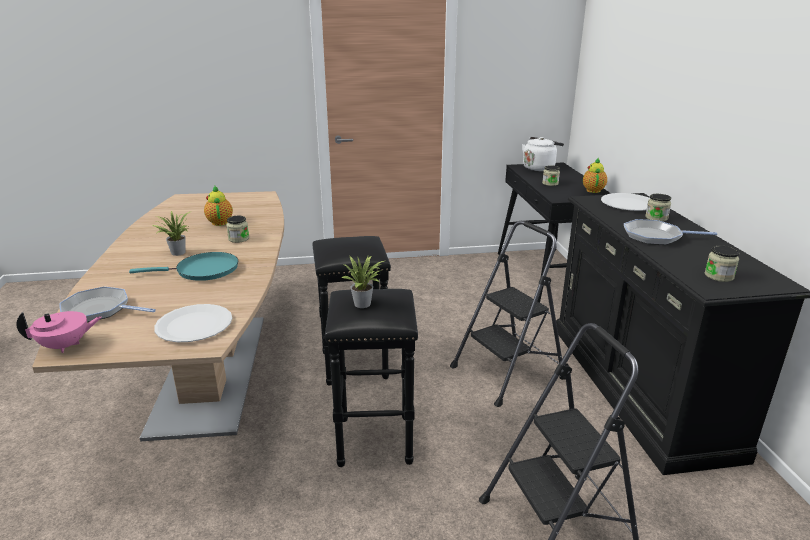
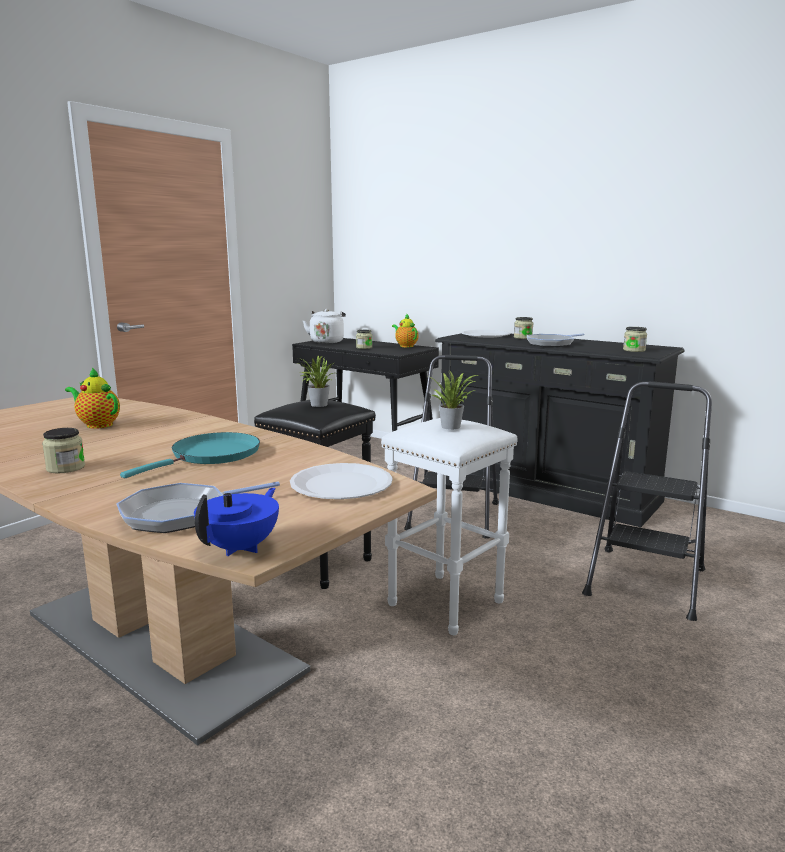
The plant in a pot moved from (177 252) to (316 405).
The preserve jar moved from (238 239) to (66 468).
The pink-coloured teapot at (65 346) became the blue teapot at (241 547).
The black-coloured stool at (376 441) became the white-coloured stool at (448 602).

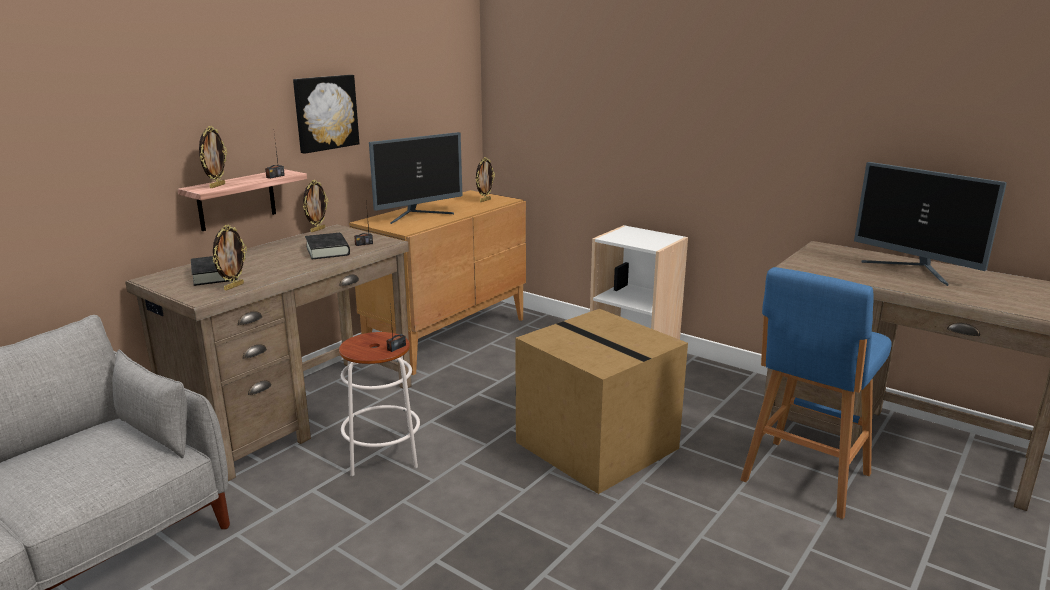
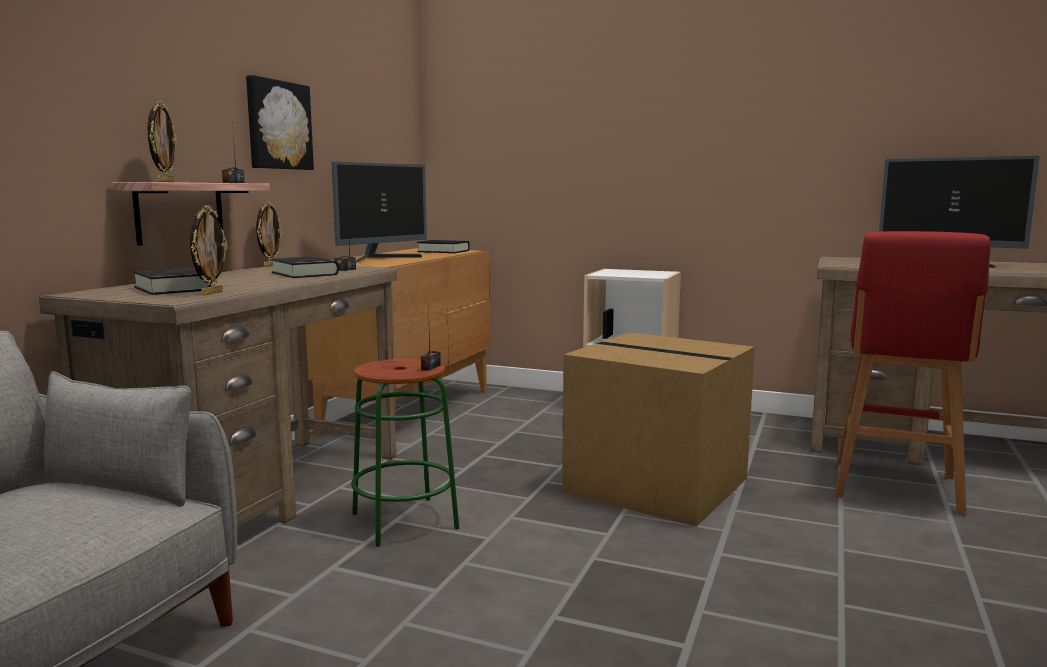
The standing frame at (485 200) was replaced by the black-coloured volume at (443 251).
The white-coloured stool at (383 454) became the green stool at (404 521).
The blue stool at (804 479) became the red-coloured stool at (895 489).

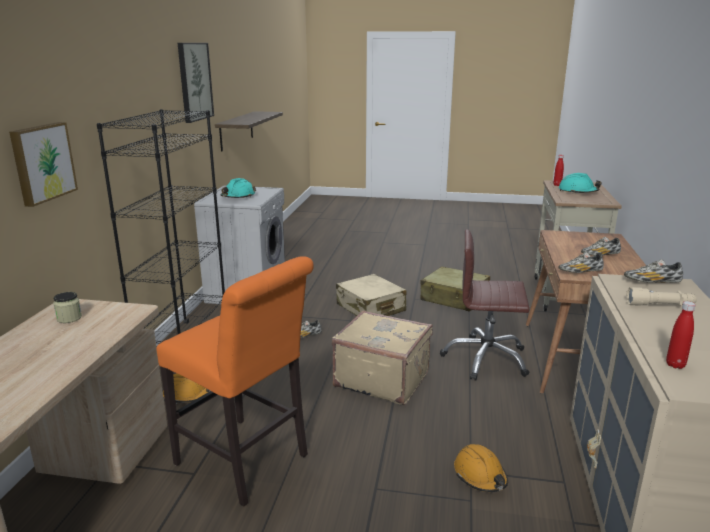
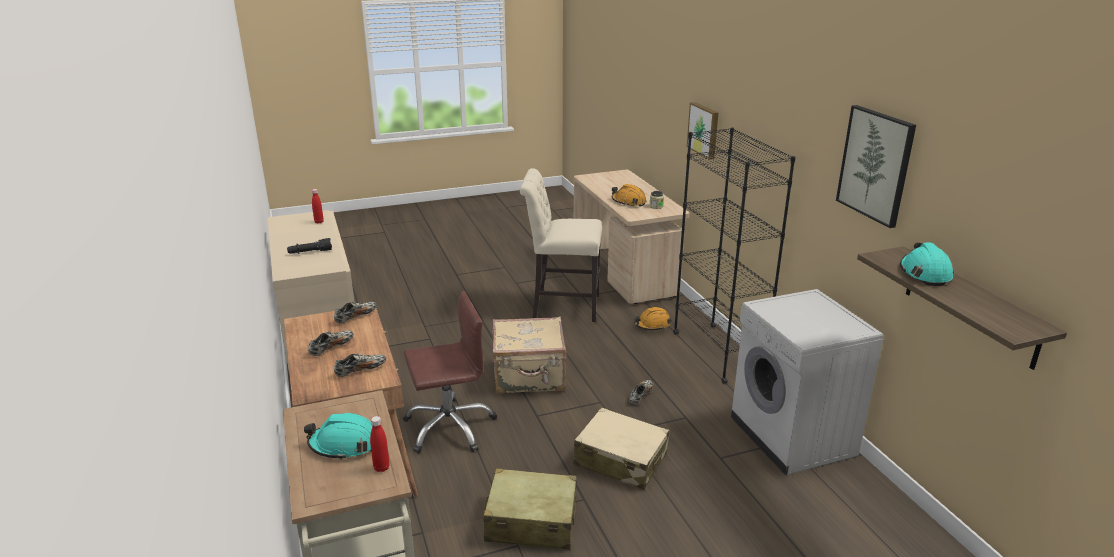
The blue-green work helmet moved from (238 197) to (924 273).
The orange work helmet moved from (480 476) to (628 202).
The item of footwear moved from (652 282) to (360 370).
The orange stool at (246 463) became the beige-coloured stool at (561 306).
The beige-coloured torch at (660 305) became the black-coloured torch at (310 252).

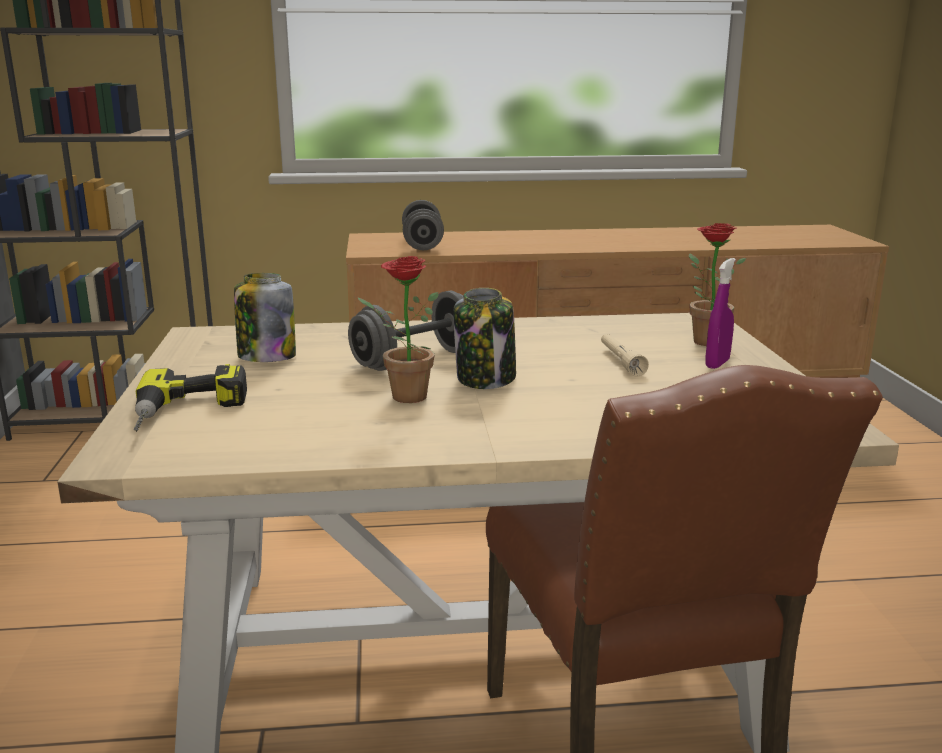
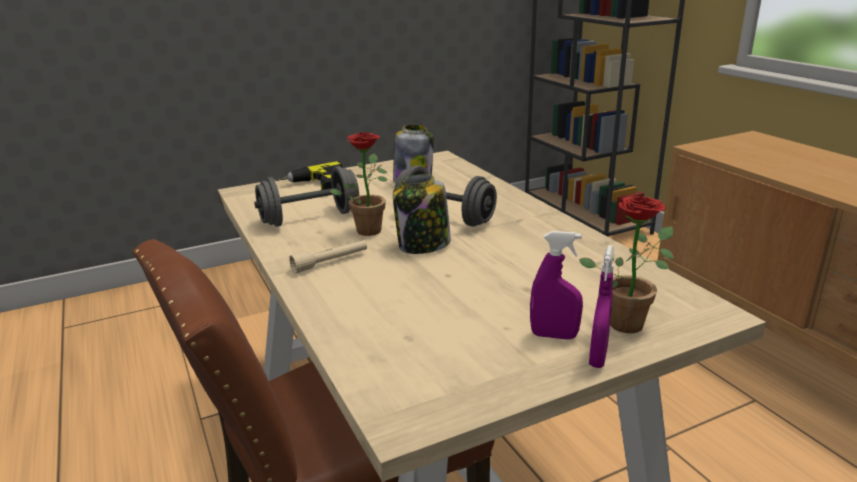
The purplish sprayer at (598 357) appeared.
The gray hand weight moved from (422 244) to (310 218).
The beige-coloured torch moved from (620 362) to (330 262).

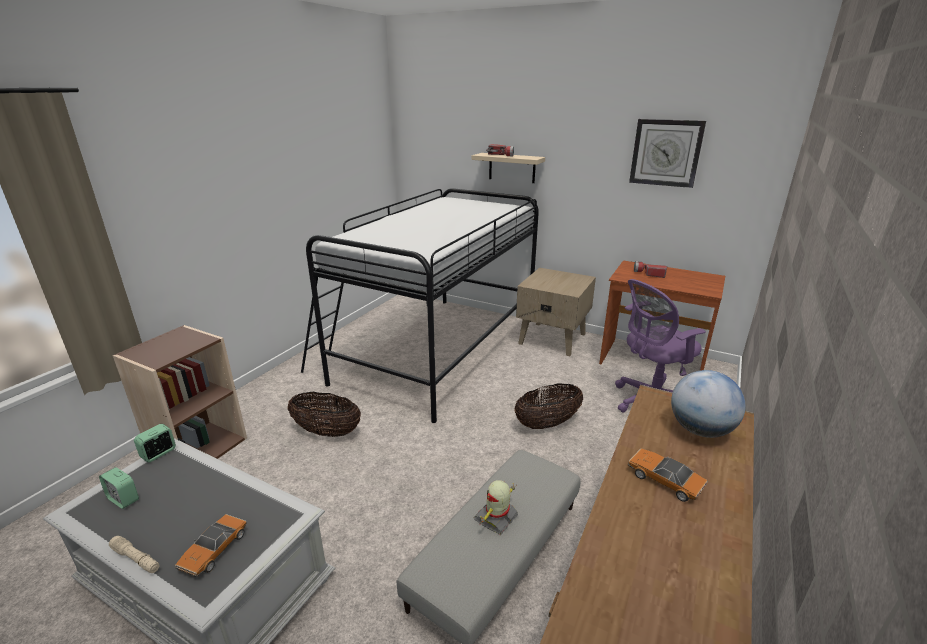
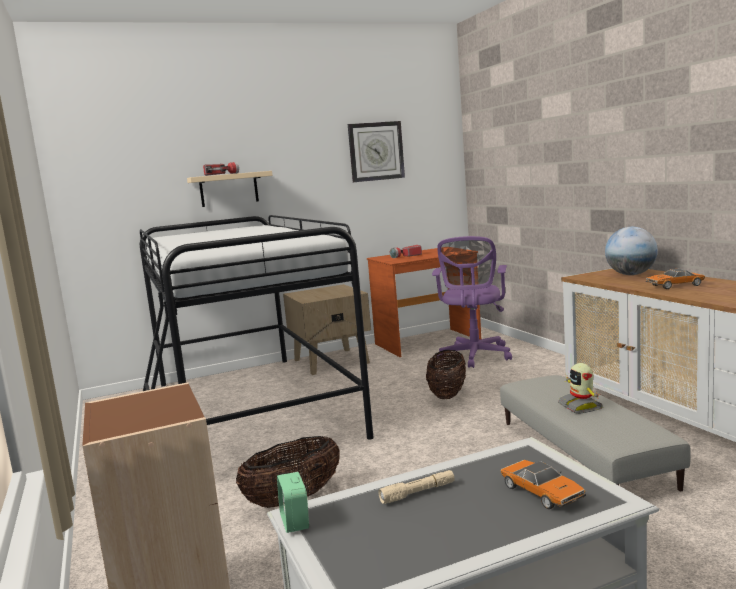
The table clock at (123 499) disappeared.
The beige-coloured torch moved from (136 559) to (418 493).

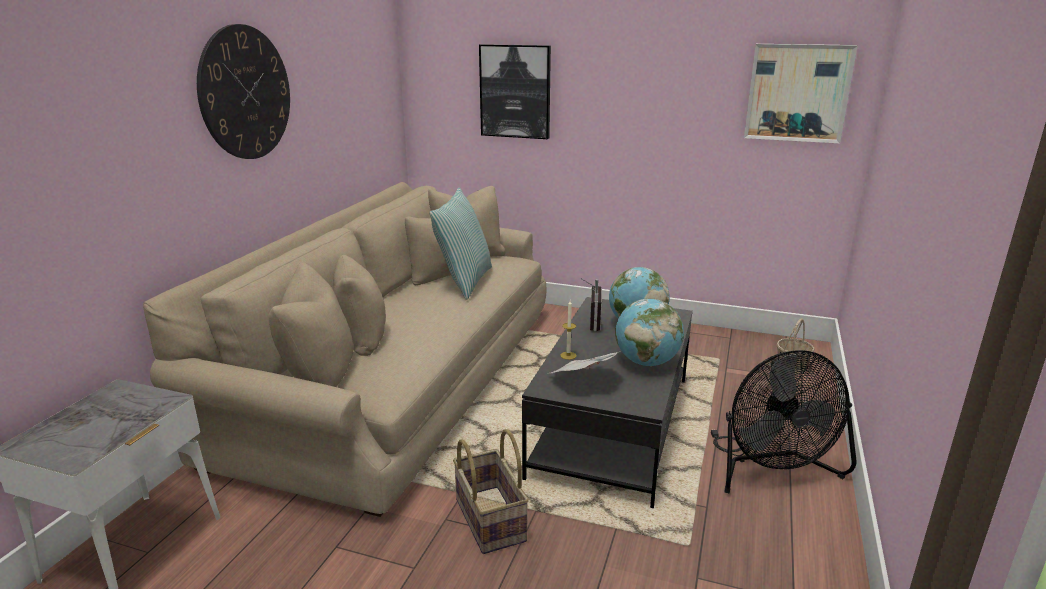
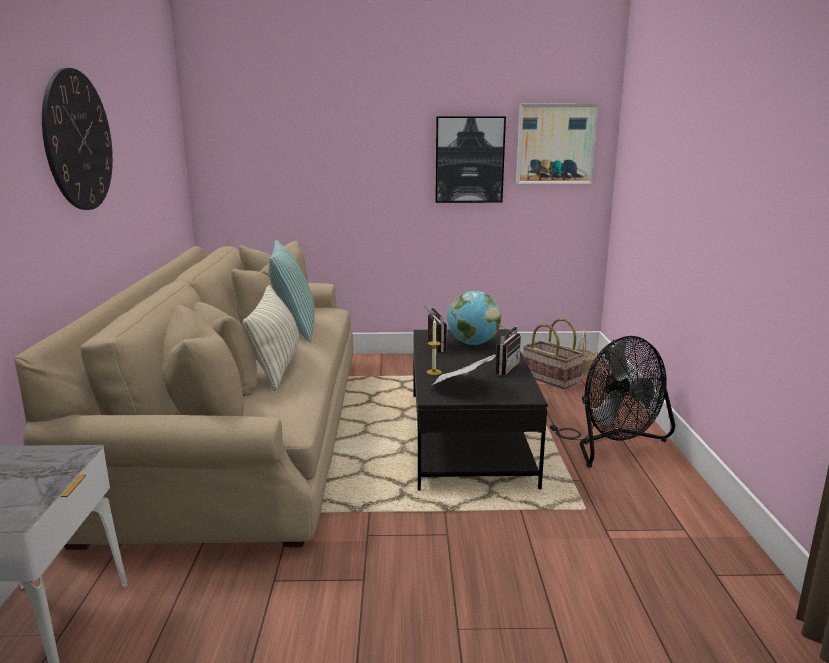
The pillow at (276 366) appeared.
The household basket moved from (488 520) to (550 379).
The wall art moved from (515 91) to (469 160).
The world globe at (646 362) was replaced by the radio receiver at (503 368).

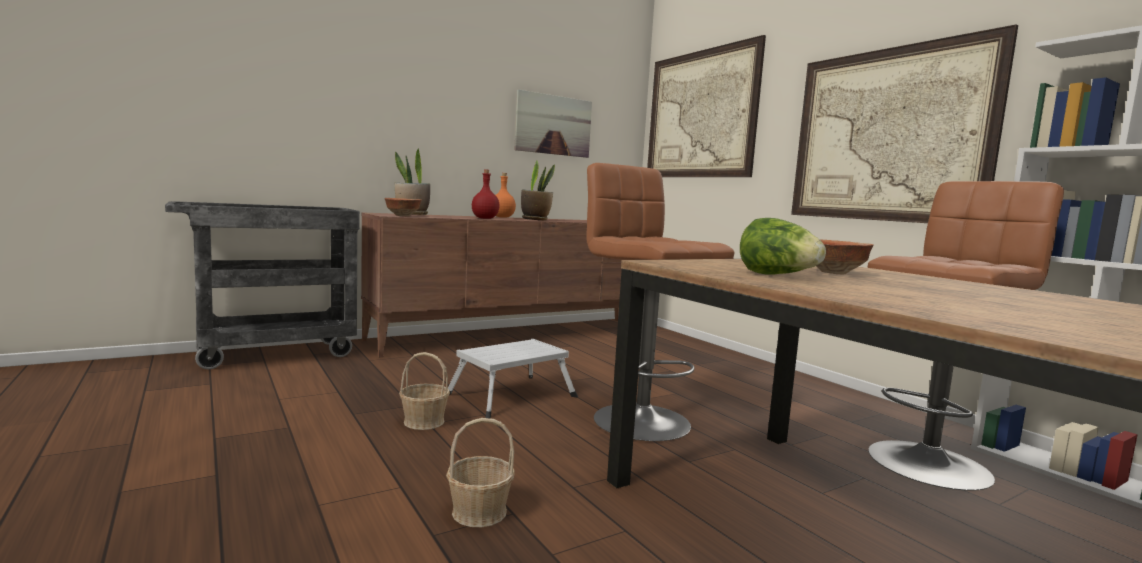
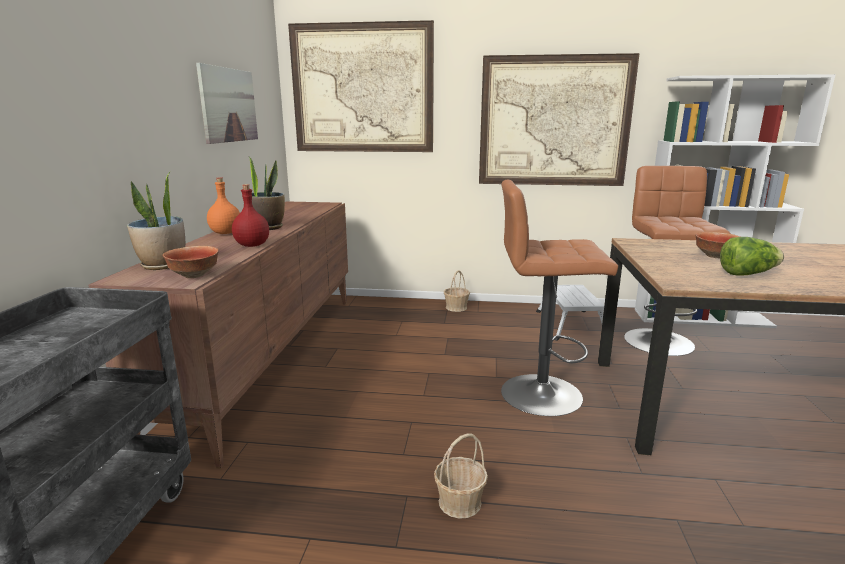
The household basket moved from (479 512) to (456 307).
The white-coloured step ladder moved from (512 395) to (571 324).

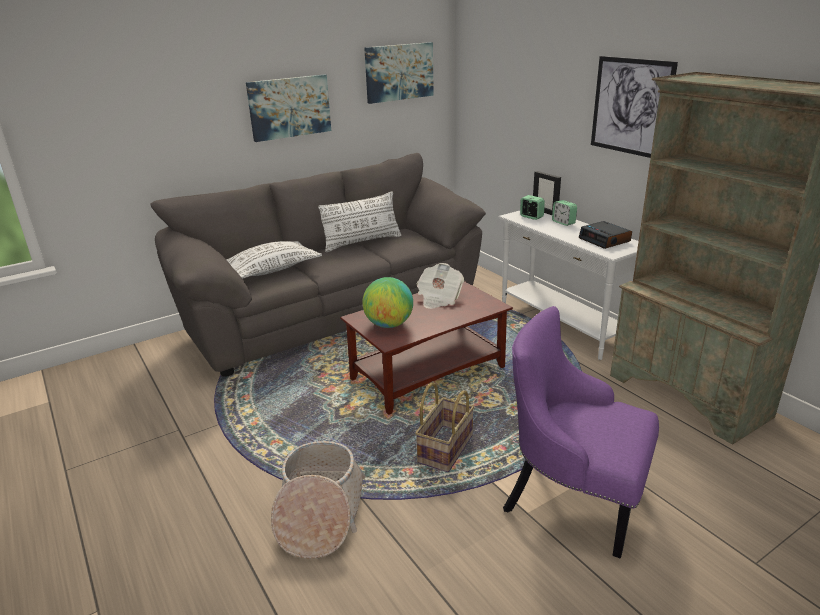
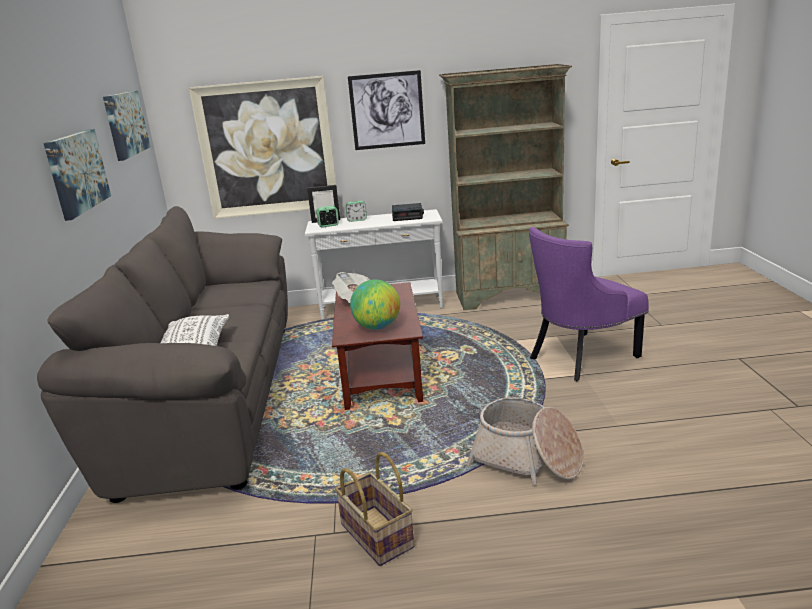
The white-coloured pillow at (362 242) disappeared.
The wall art at (267 148) appeared.
The household basket moved from (444 448) to (375 536).

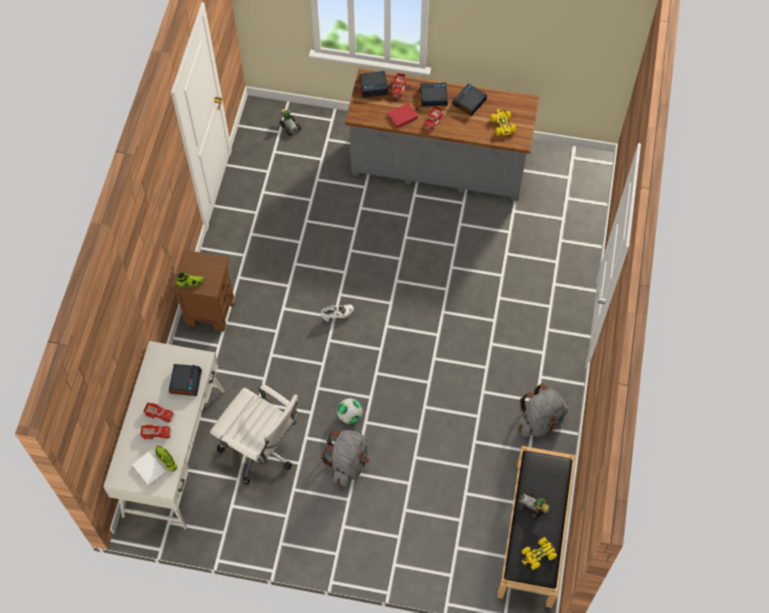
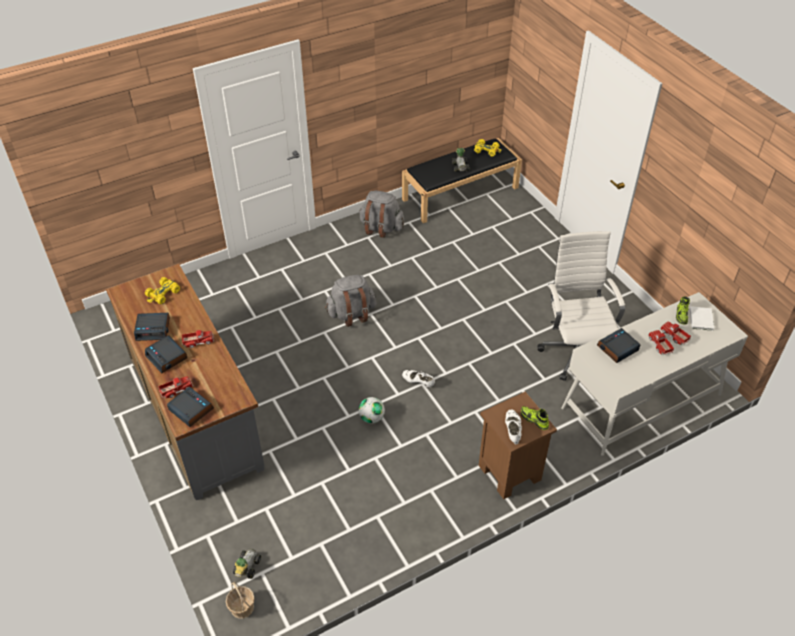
The red-coloured volume at (401 116) disappeared.
The household basket at (242 608) appeared.
The white-coloured item of footwear at (512 431) appeared.
The gray knapsack moved from (348 463) to (351 314).
The ball for football moved from (350 416) to (371 418).

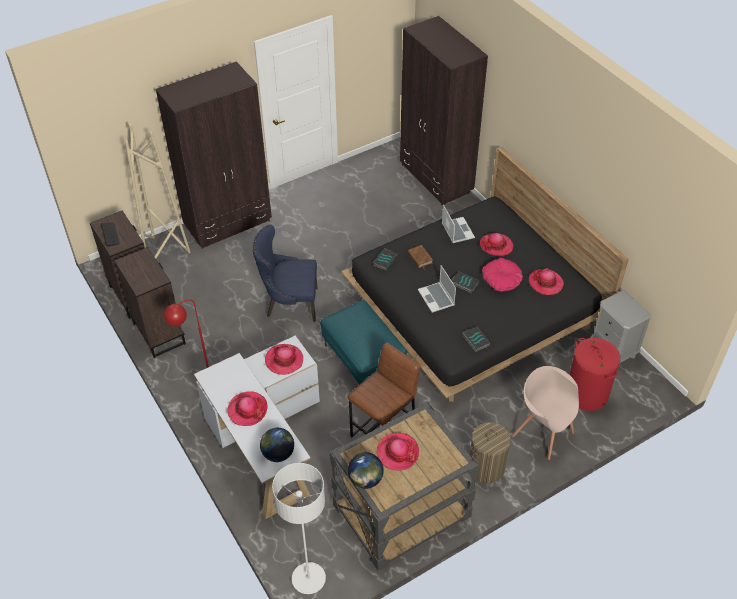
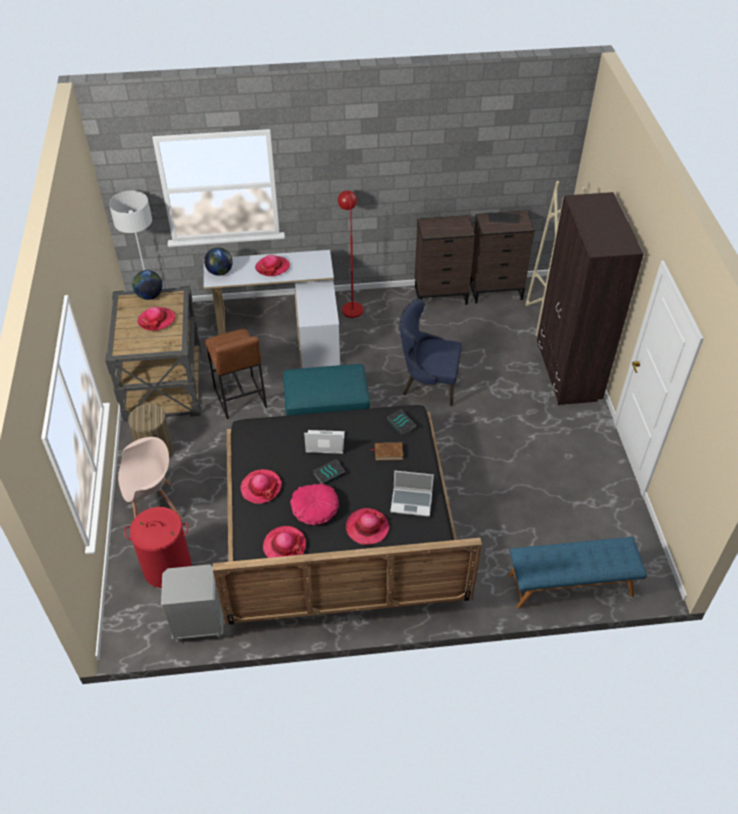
The volume at (475 340) disappeared.
The wearable hat moved from (284 360) to (261 487).
The brownish wardrobe at (436 179) was replaced by the blue long seat at (570 586).
The blue upright chair at (290 304) turned 105 degrees counterclockwise.

